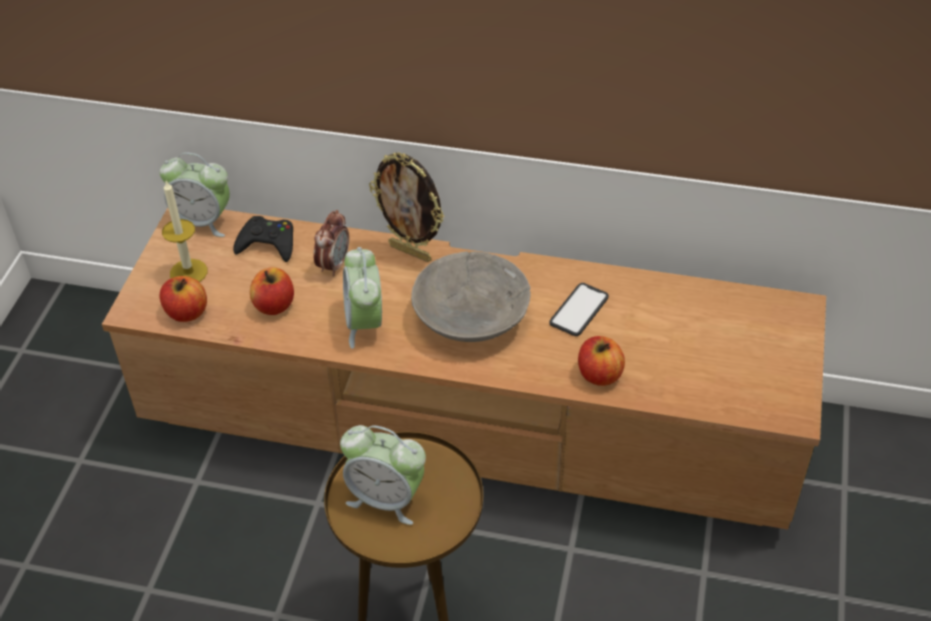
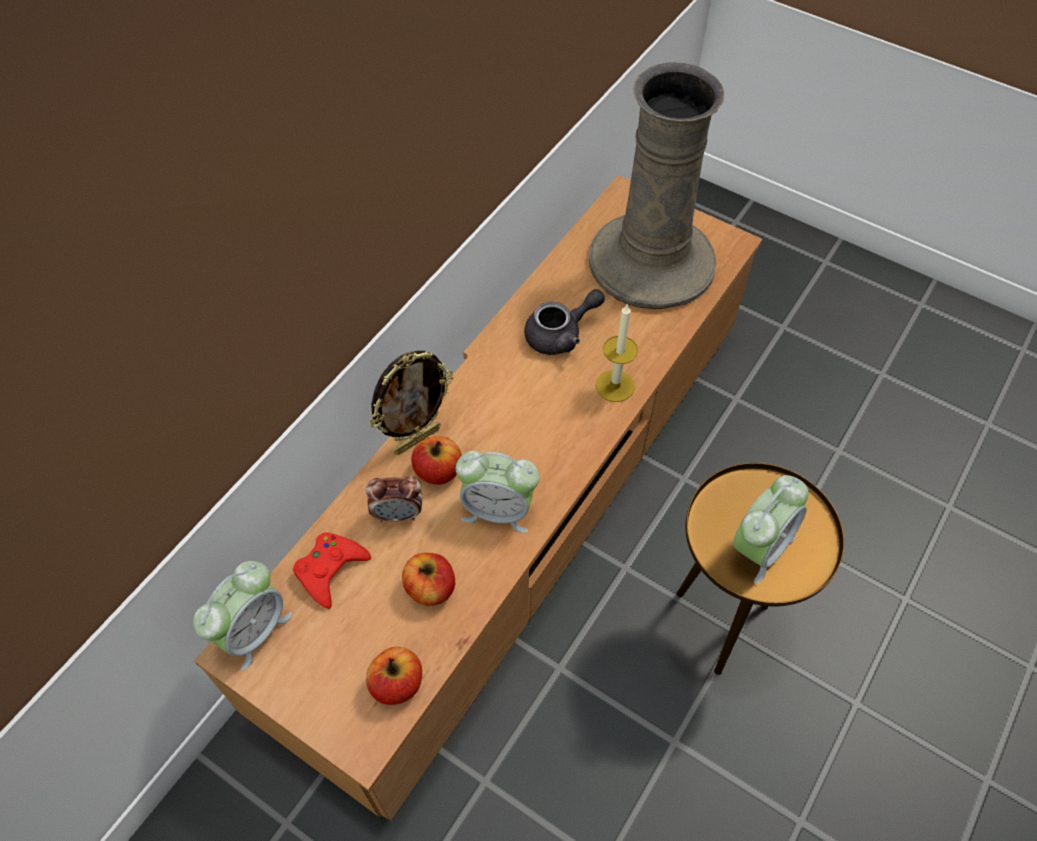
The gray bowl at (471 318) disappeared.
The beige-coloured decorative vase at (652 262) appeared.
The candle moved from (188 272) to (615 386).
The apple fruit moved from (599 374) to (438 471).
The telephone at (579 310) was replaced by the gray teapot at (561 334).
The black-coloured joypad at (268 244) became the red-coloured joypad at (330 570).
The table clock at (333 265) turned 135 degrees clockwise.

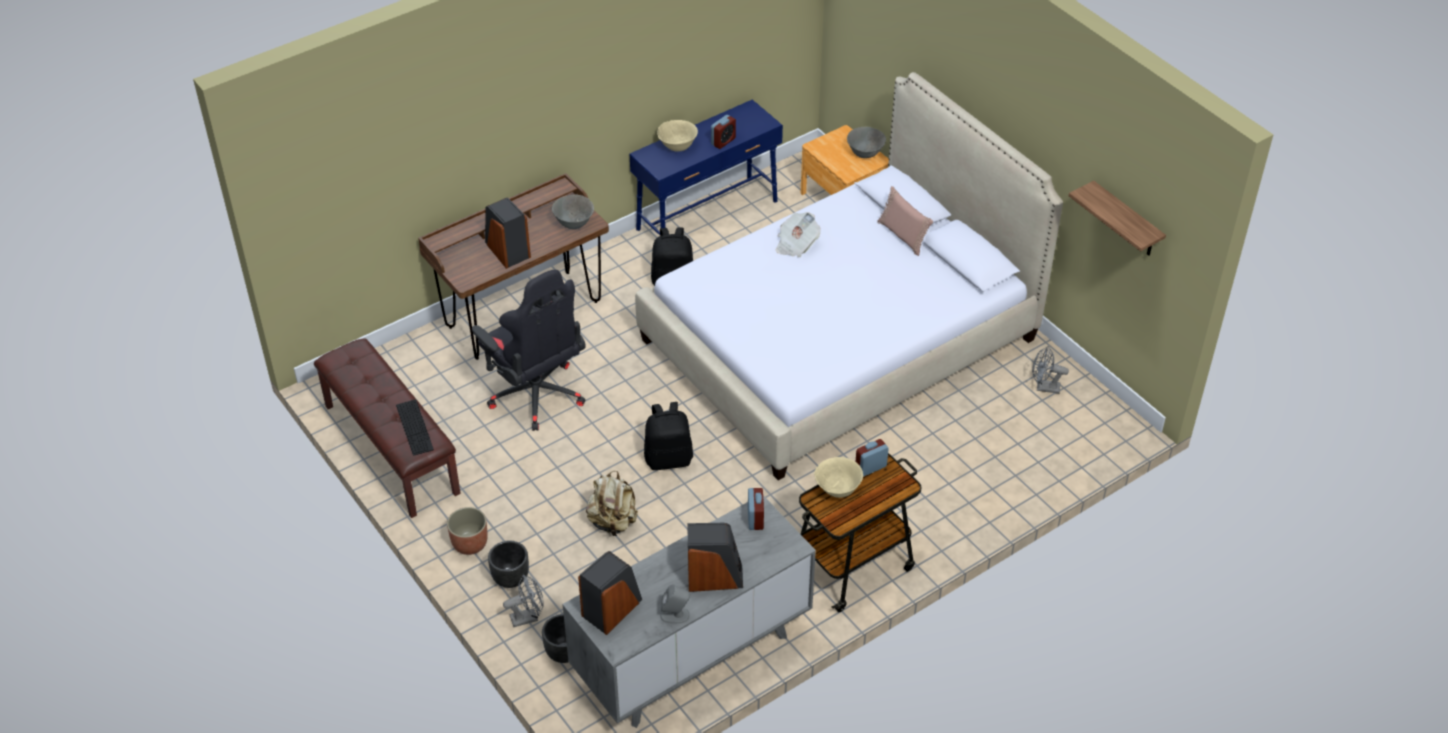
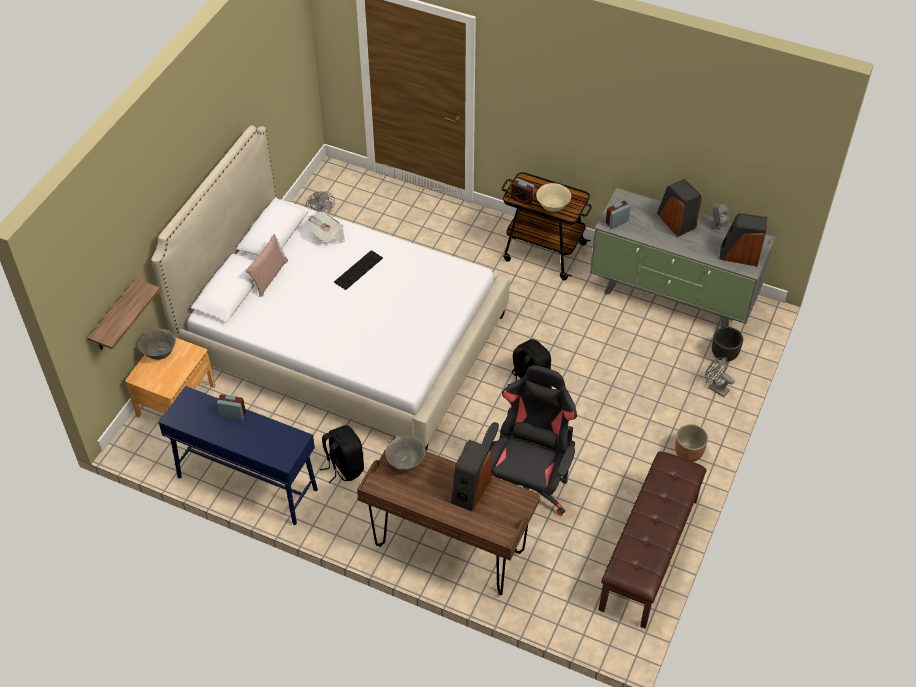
The black-coloured plant pot at (510 579) disappeared.
The beige-coloured knapsack at (613 522) disappeared.
The beige-coloured bowl at (677 147) disappeared.
The keyboard moved from (414 427) to (358 270).
The printed paper moved from (796 244) to (328 235).
The shelf moved from (1126 221) to (115 317).

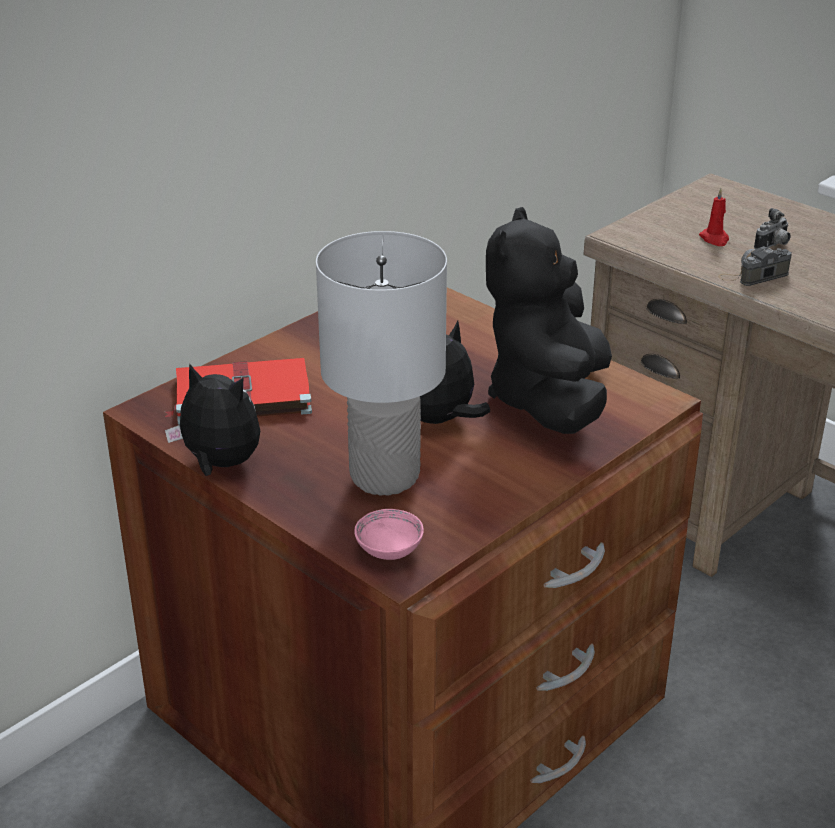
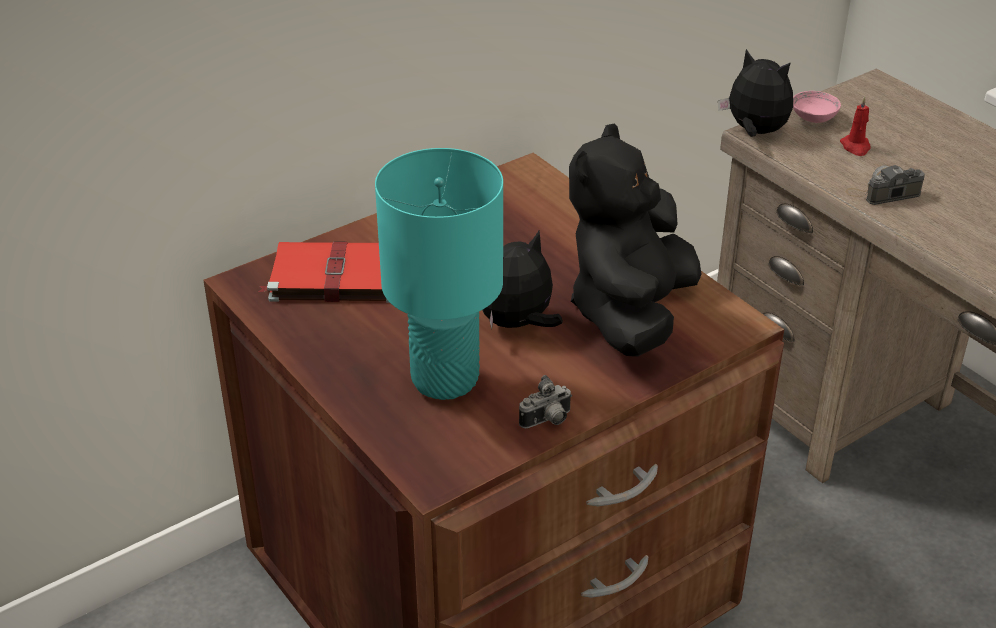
The soft toy moved from (219 464) to (754 132).
The pink-coloured bowl moved from (389 549) to (813 118).
The still camera moved from (773 246) to (547 421).
The gray tabletop lamp at (385 481) became the blue-green tabletop lamp at (446 383).

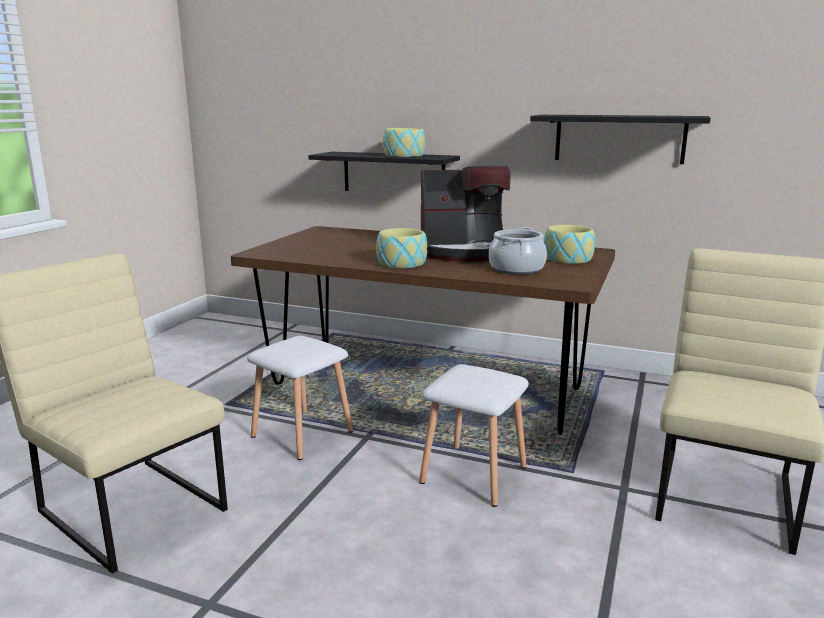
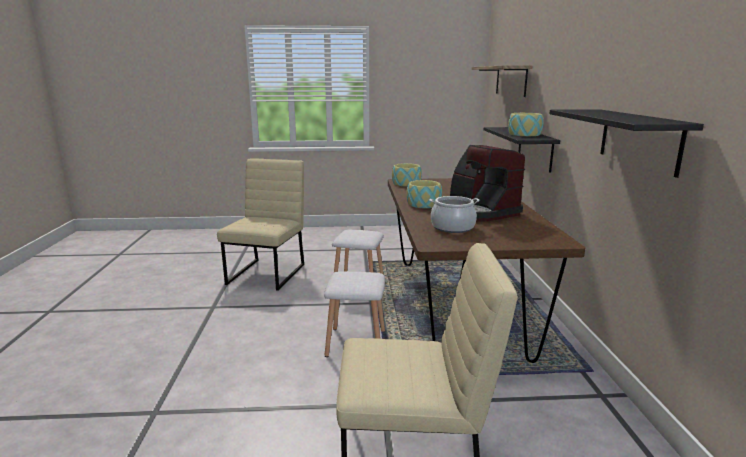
The shelf at (511 80) appeared.
The bowl moved from (567 258) to (406 183).

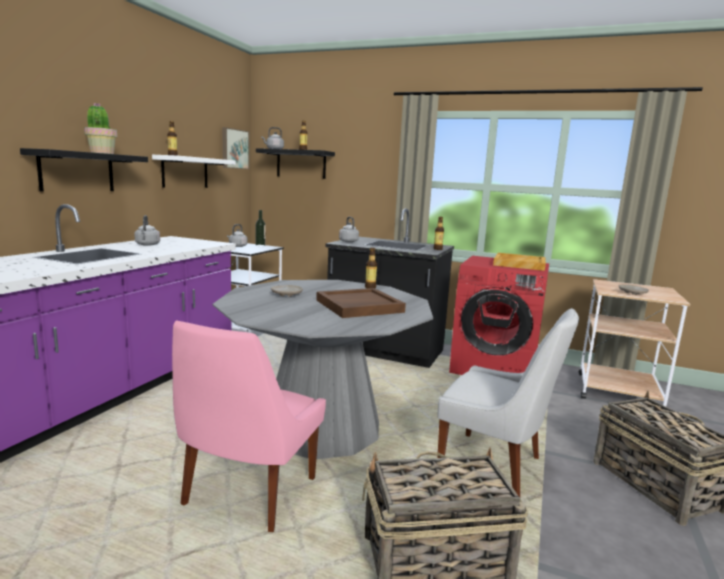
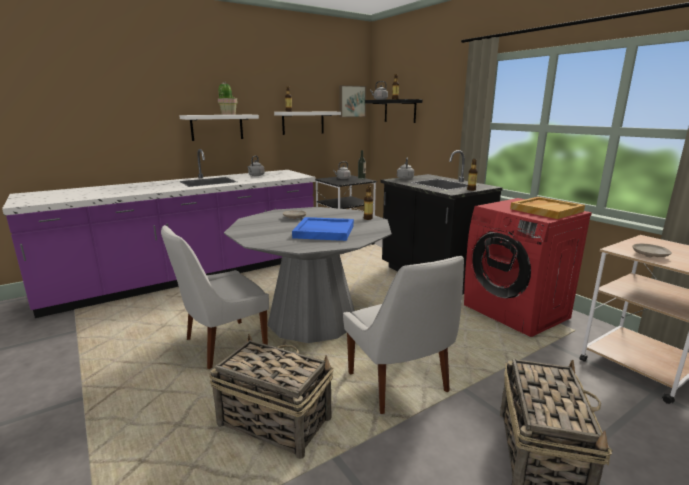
The black-coloured shelf at (77 171) became the white-coloured shelf at (217 127).
The pink-coloured upright chair at (247 494) became the white-coloured upright chair at (222 345).
The brownish serving tray at (359 306) became the blue serving tray at (323 231).

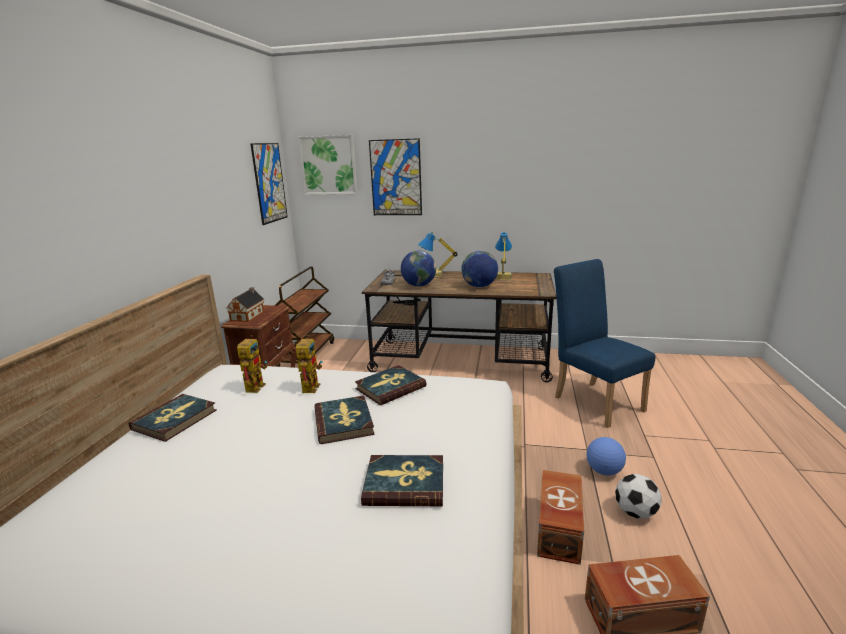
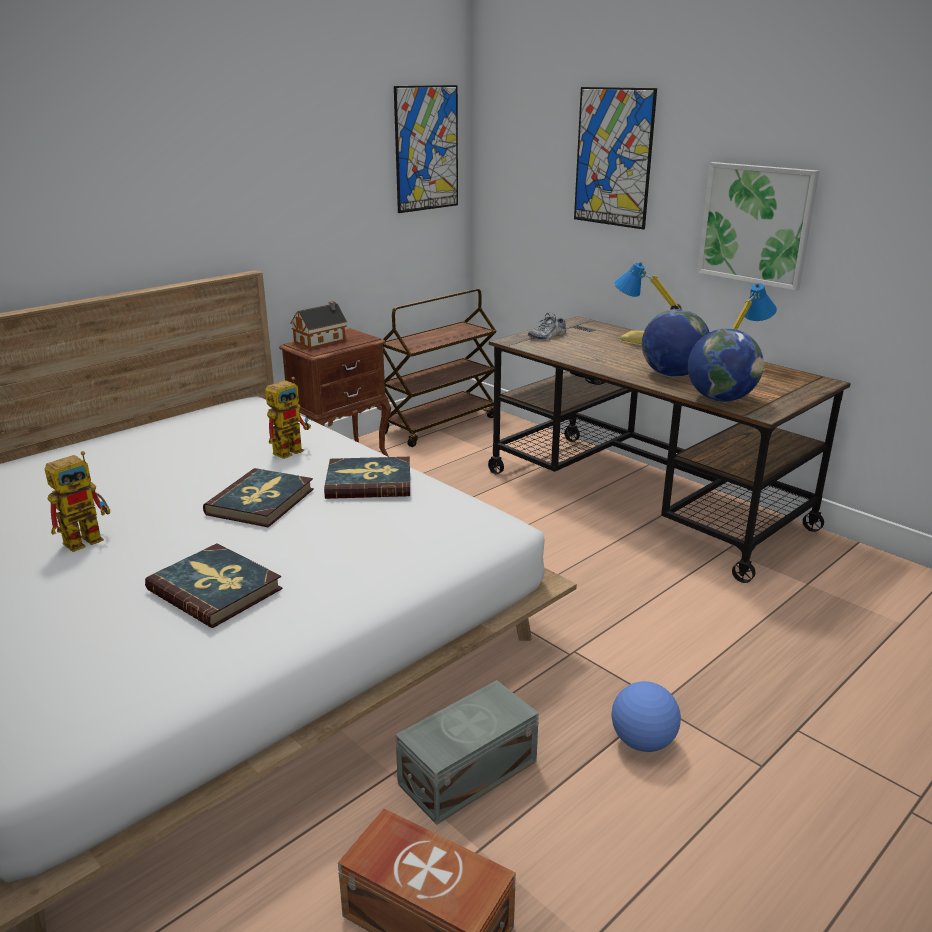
The volume at (175 419) disappeared.
The blue upright chair at (594 400) disappeared.
The ball for football at (635 512) disappeared.
The toy robot moved from (255 385) to (89 537).
The wall art moved from (329 165) to (756 224).
The world globe moved from (419 285) to (720 399).
The brownish storage box at (557 530) became the gray storage box at (465 772).

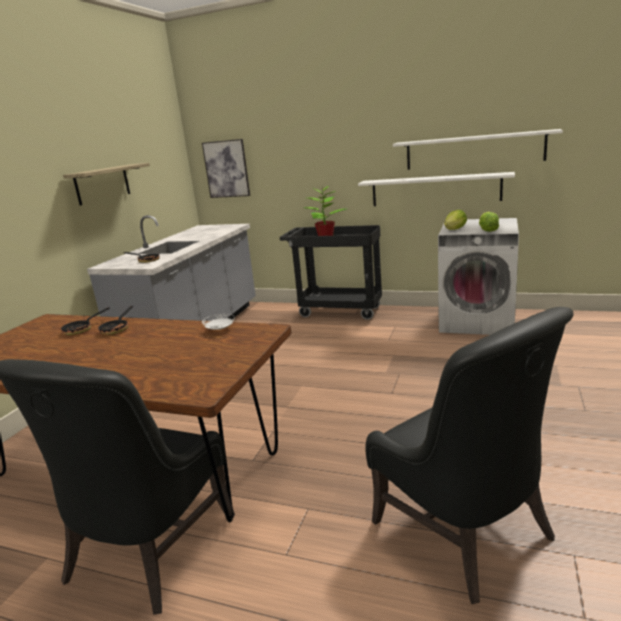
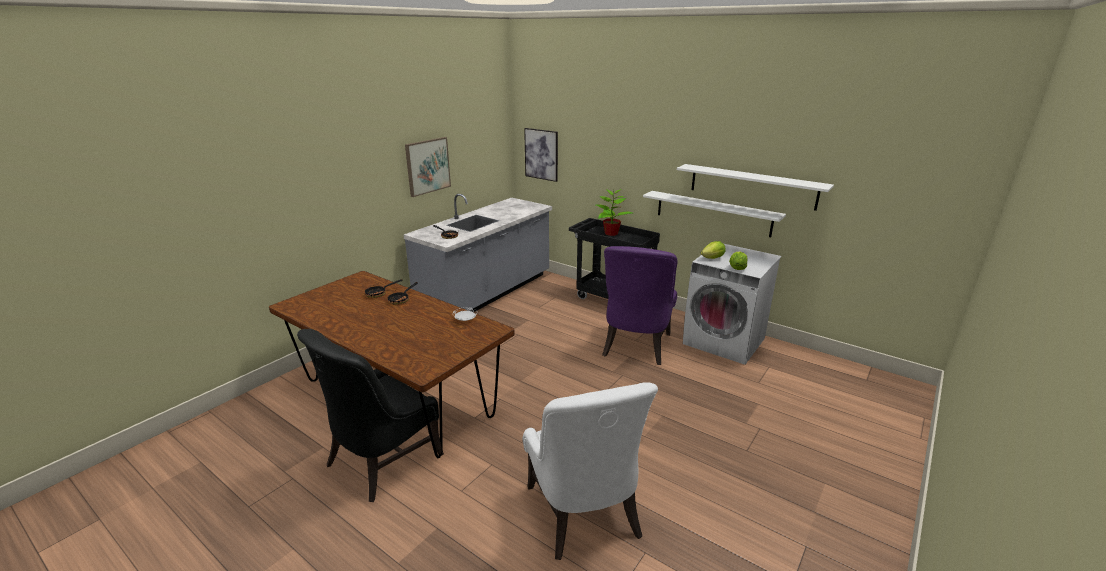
The purplish upright chair at (636 345) appeared.
The shelf at (102 184) was replaced by the wall art at (427 166).
The black-coloured upright chair at (464 530) became the white-coloured upright chair at (584 512).

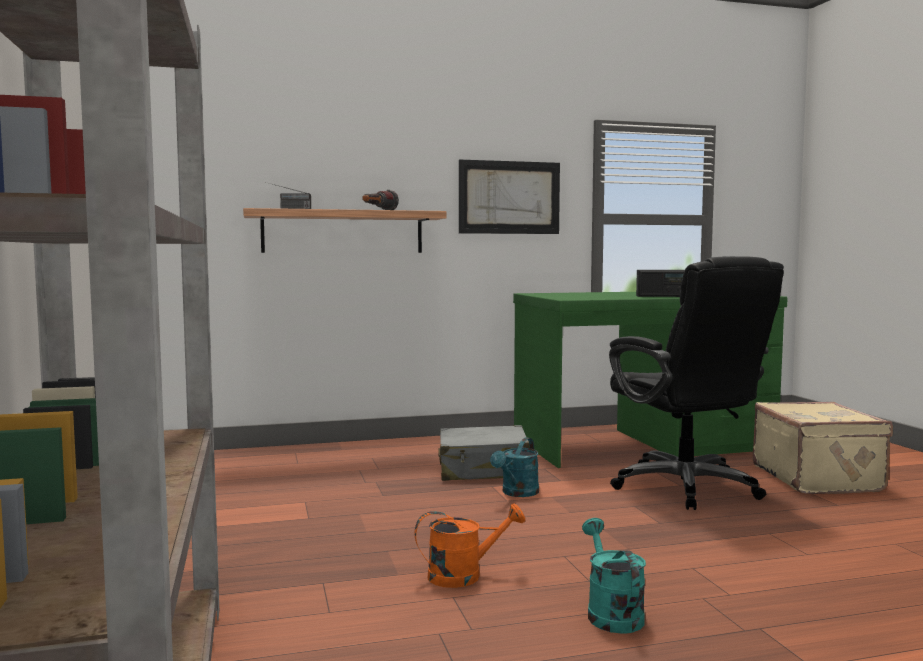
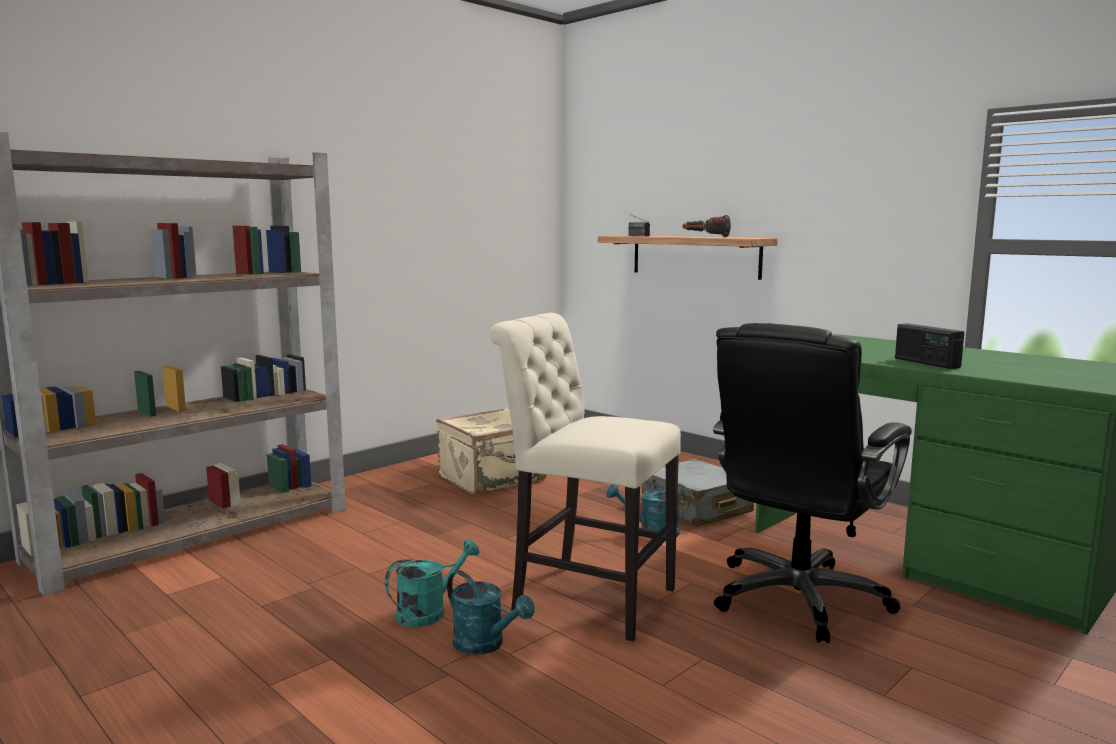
The orange watering can at (464 575) disappeared.
The wall art at (509 197) disappeared.
The blue-green watering can at (485 645) appeared.
The beige-coloured stool at (586 598) appeared.
The beige-coloured travel case moved from (818 478) to (493 479).

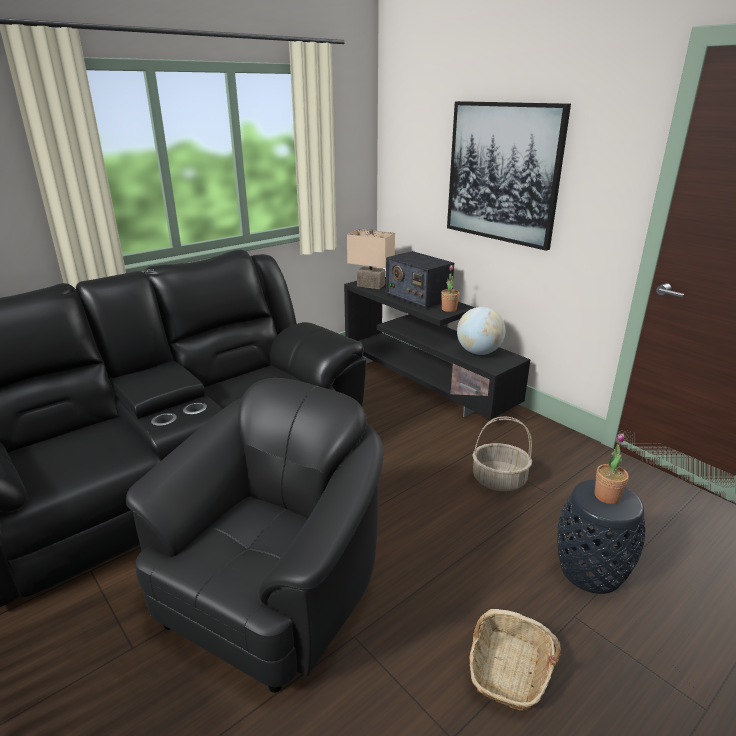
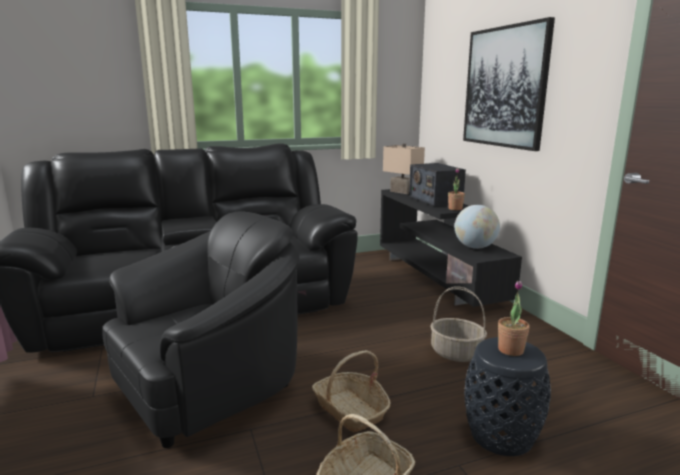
The household basket at (351 410) appeared.

